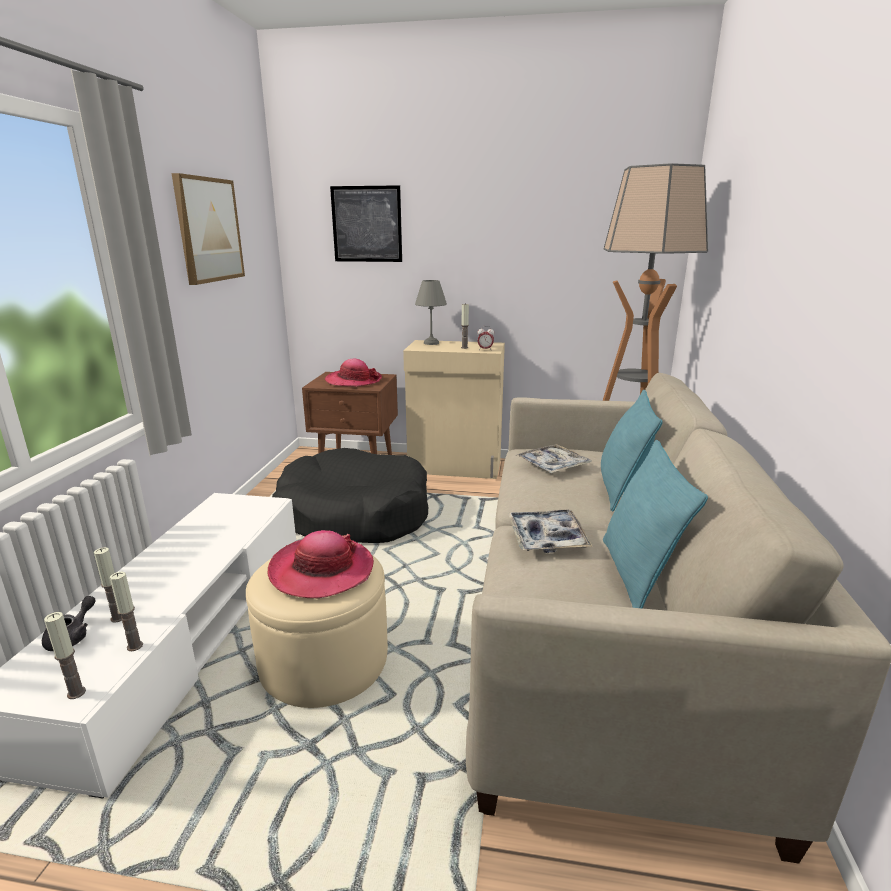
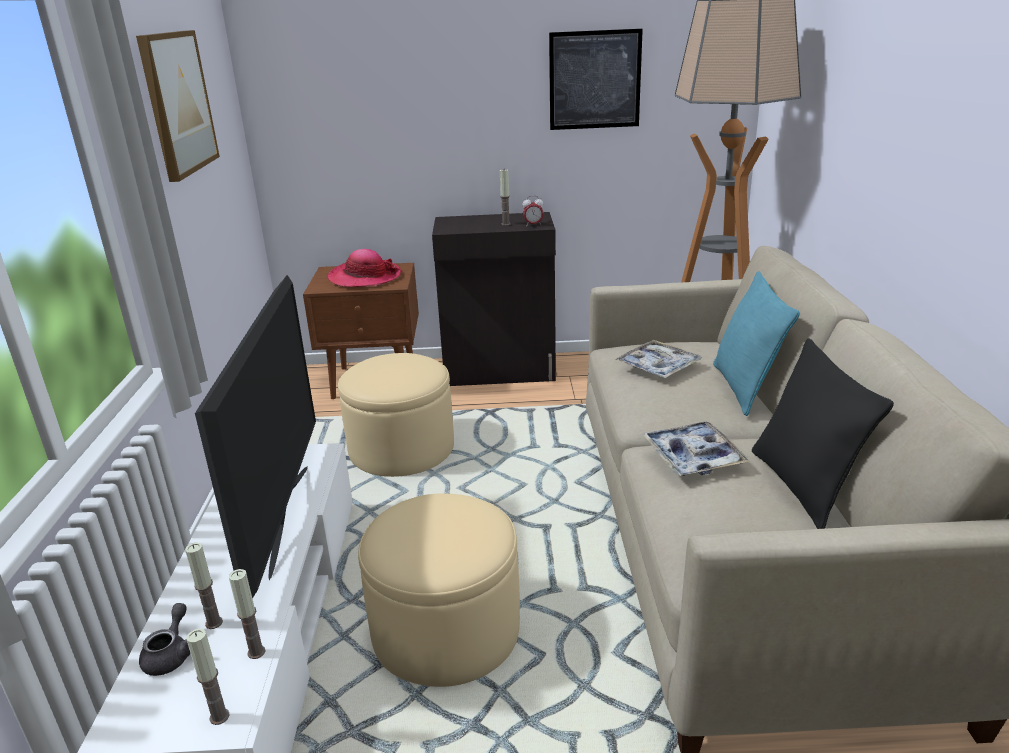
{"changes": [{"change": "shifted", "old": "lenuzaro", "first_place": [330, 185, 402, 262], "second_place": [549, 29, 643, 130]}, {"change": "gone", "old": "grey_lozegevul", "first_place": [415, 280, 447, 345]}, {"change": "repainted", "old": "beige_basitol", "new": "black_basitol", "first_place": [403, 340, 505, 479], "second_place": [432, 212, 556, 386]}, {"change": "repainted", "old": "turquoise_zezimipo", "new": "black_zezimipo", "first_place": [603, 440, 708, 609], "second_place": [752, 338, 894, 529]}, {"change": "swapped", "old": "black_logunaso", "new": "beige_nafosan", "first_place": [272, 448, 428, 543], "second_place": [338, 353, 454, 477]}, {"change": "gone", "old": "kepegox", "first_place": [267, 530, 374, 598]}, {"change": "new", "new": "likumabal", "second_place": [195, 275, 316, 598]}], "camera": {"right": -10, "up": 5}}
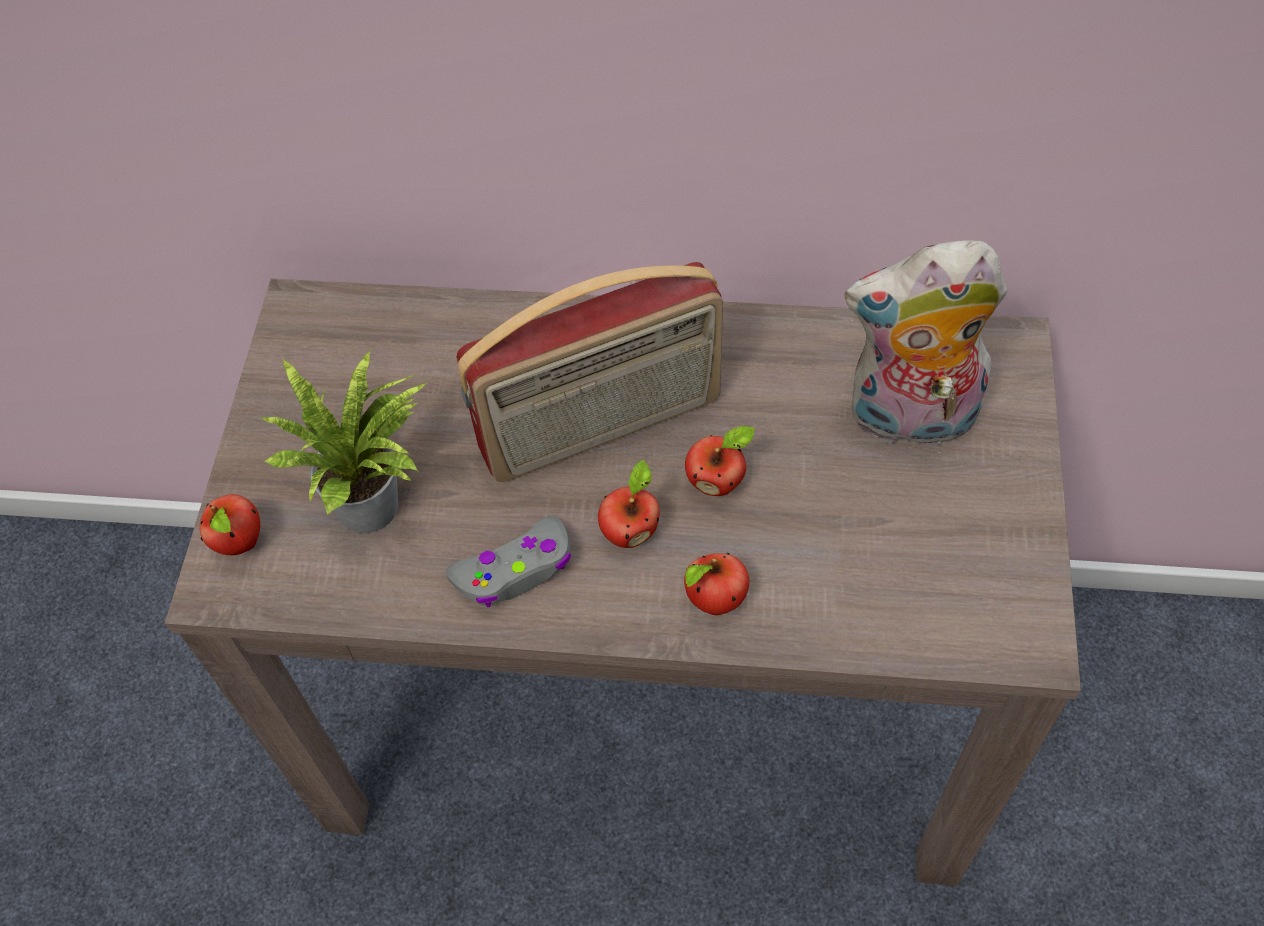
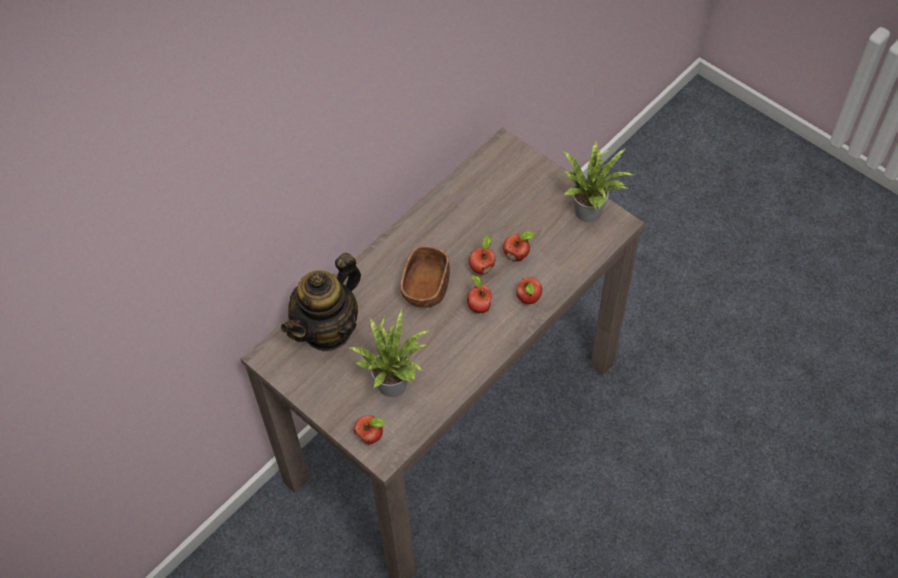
{"changes": [{"change": "gone", "old": "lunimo", "first_place": [844, 240, 1007, 454]}, {"change": "swapped", "old": "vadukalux", "new": "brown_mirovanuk", "first_place": [456, 262, 723, 482], "second_place": [400, 246, 450, 308]}, {"change": "gone", "old": "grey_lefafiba", "first_place": [446, 516, 571, 607]}, {"change": "new", "new": "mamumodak", "second_place": [563, 141, 634, 222]}, {"change": "new", "new": "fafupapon", "second_place": [503, 231, 535, 261]}, {"change": "new", "new": "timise", "second_place": [281, 253, 361, 352]}], "camera": {"right": -55, "up": 0}}
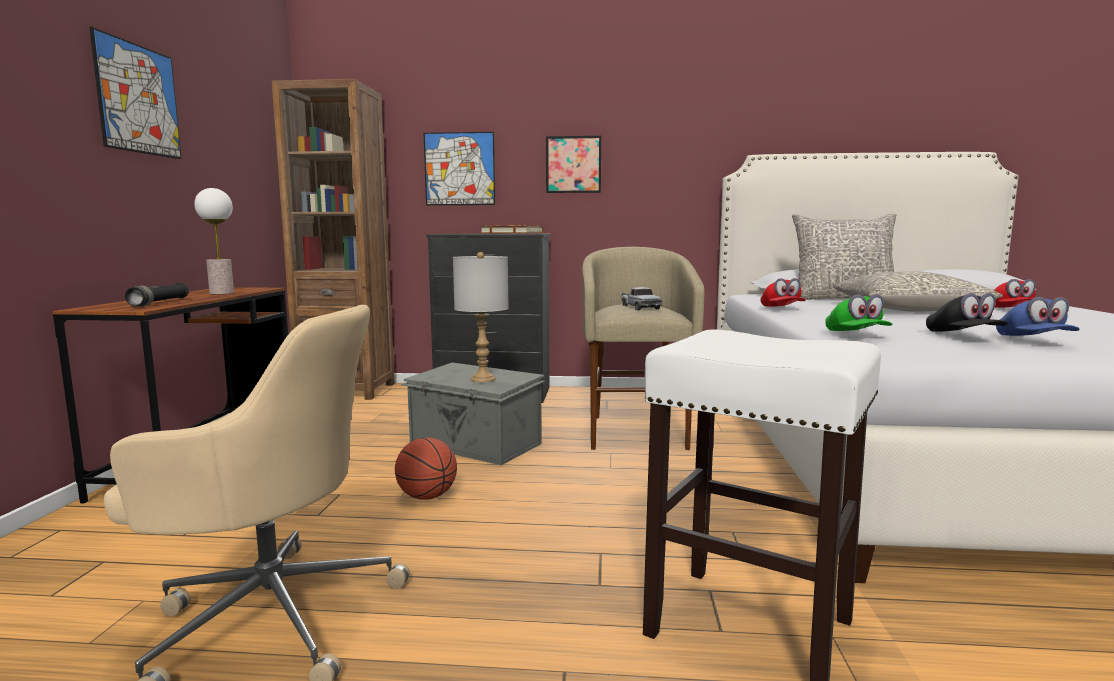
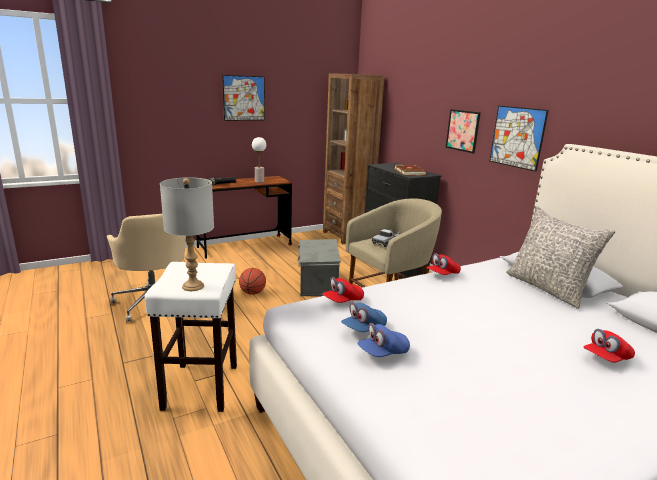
{"changes": [{"change": "shifted", "old": "lenuzaro", "first_place": [423, 132, 495, 205], "second_place": [490, 106, 549, 172]}, {"change": "shifted", "old": "grey_lozegevul", "first_place": [453, 252, 509, 382], "second_place": [160, 177, 214, 291]}, {"change": "gone", "old": "grey_zezimipo", "first_place": [833, 271, 1003, 312]}, {"change": "repainted", "old": "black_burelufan", "new": "blue_burelufan", "first_place": [926, 293, 1008, 332], "second_place": [341, 302, 387, 332]}, {"change": "repainted", "old": "green_burelufan", "new": "red_burelufan", "first_place": [825, 294, 892, 331], "second_place": [322, 277, 364, 303]}], "camera": {"right": 55, "up": 10}}
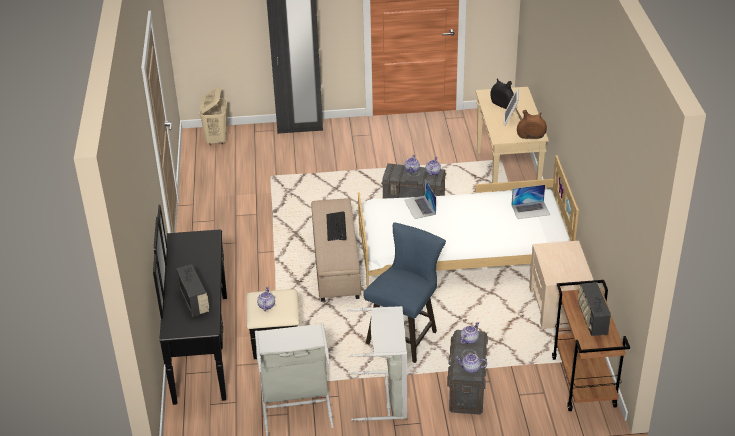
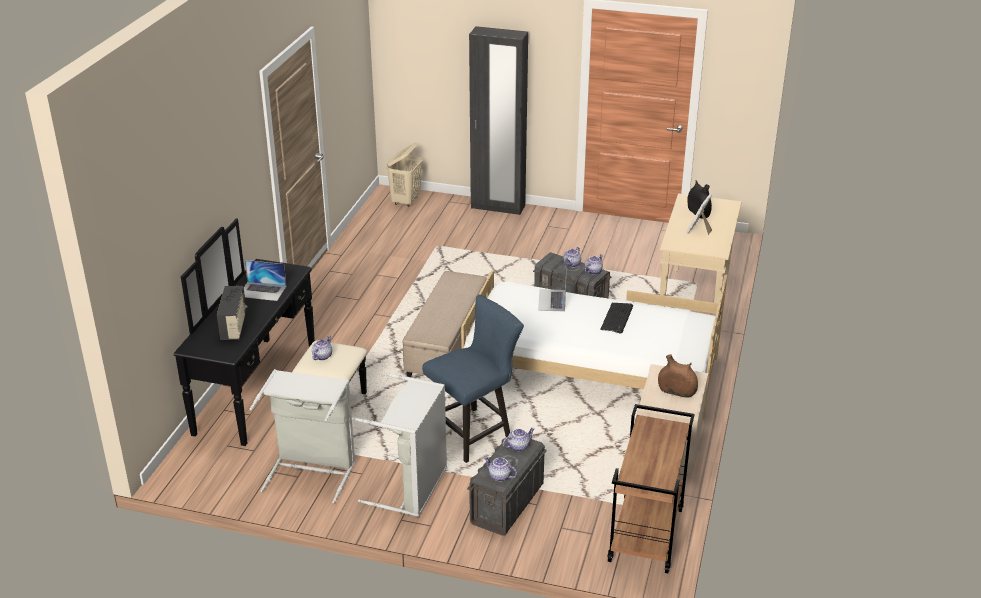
{"changes": [{"change": "shifted", "old": "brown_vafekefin", "first_place": [517, 110, 547, 139], "second_place": [658, 354, 698, 397]}, {"change": "shifted", "old": "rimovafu", "first_place": [511, 185, 550, 219], "second_place": [244, 260, 286, 301]}, {"change": "shifted", "old": "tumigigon", "first_place": [326, 212, 347, 241], "second_place": [600, 303, 633, 334]}, {"change": "gone", "old": "vadukalux", "first_place": [578, 282, 611, 336]}], "camera": {"right": 20, "up": -5}}
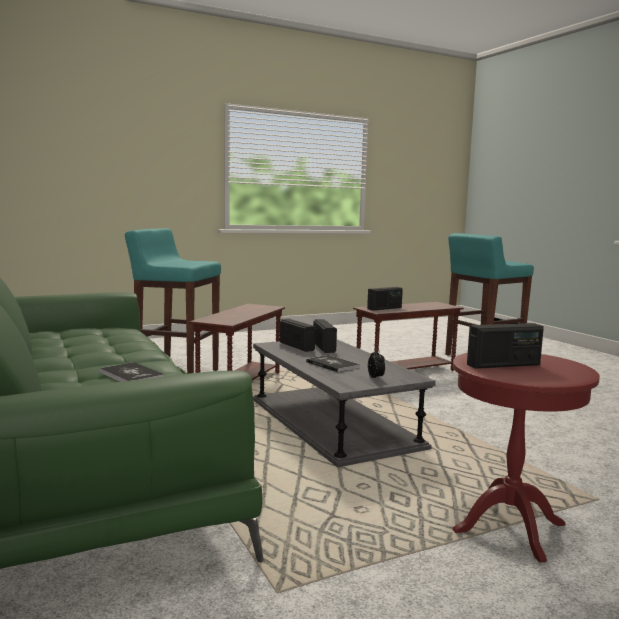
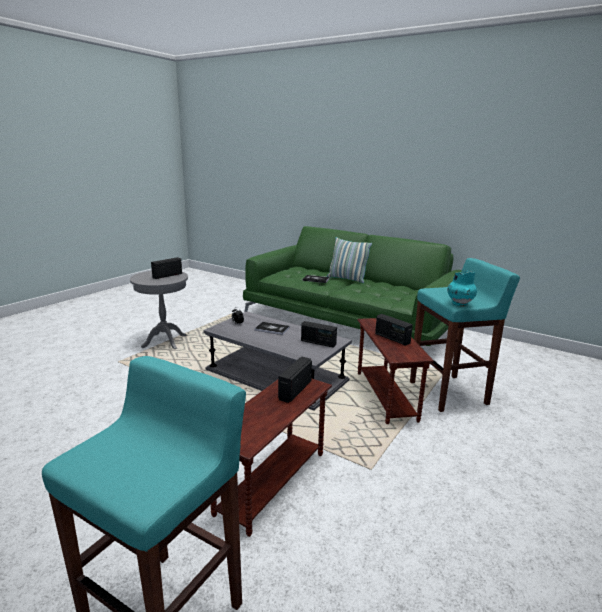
{"changes": [{"change": "shifted", "old": "vadukalux", "first_place": [313, 319, 337, 353], "second_place": [375, 314, 413, 346]}, {"change": "repainted", "old": "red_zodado", "new": "grey_zodado", "first_place": [452, 353, 600, 562], "second_place": [130, 271, 188, 349]}, {"change": "new", "new": "zezimipo", "second_place": [327, 237, 372, 283]}, {"change": "new", "new": "turquoise_vafekefin", "second_place": [447, 271, 477, 306]}], "camera": {"right": 150, "up": 10}}
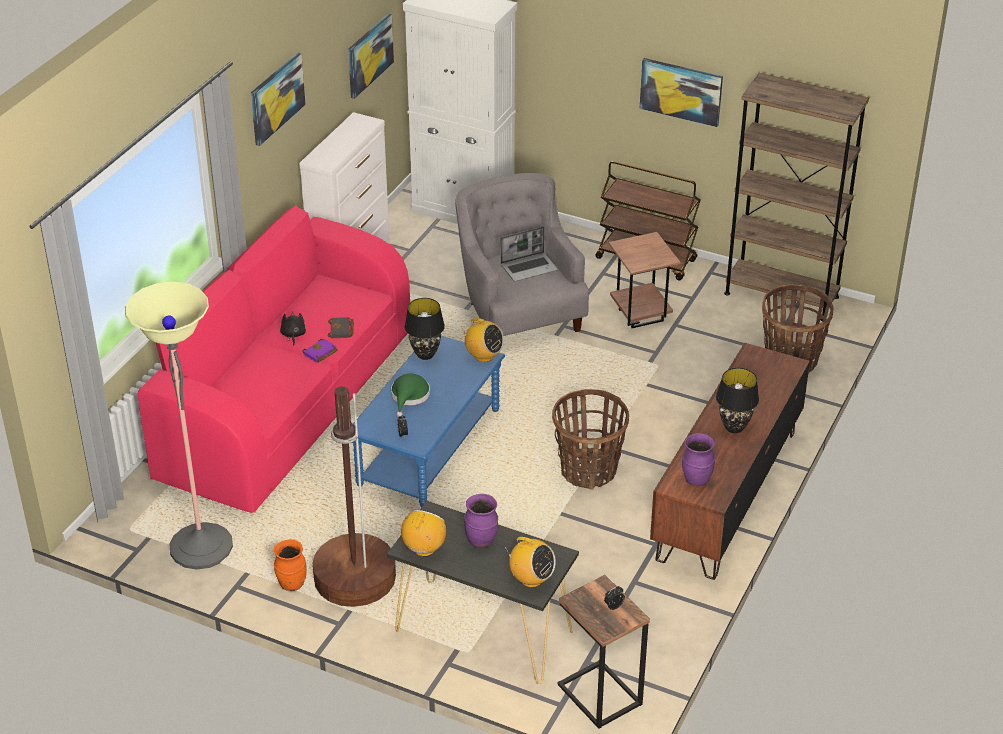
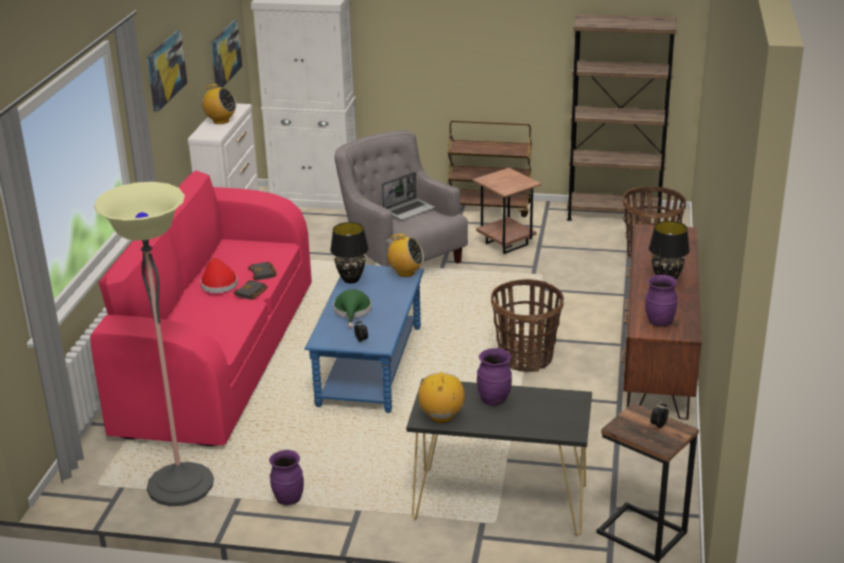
{"changes": [{"change": "gone", "old": "lenuzaro", "first_place": [640, 58, 723, 127]}, {"change": "swapped", "old": "black_lunimo", "new": "red_kepegox", "first_place": [280, 311, 306, 346], "second_place": [201, 258, 238, 293]}, {"change": "repainted", "old": "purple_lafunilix", "new": "black_lafunilix", "first_place": [302, 339, 338, 362], "second_place": [234, 280, 268, 300]}, {"change": "gone", "old": "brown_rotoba", "first_place": [313, 386, 396, 607]}, {"change": "shifted", "old": "vadukalux", "first_place": [505, 537, 556, 588], "second_place": [200, 84, 237, 124]}, {"change": "repainted", "old": "orange_vafekefin", "new": "purple_vafekefin", "first_place": [274, 539, 307, 591], "second_place": [269, 450, 304, 505]}], "camera": {"right": -15, "up": -10}}
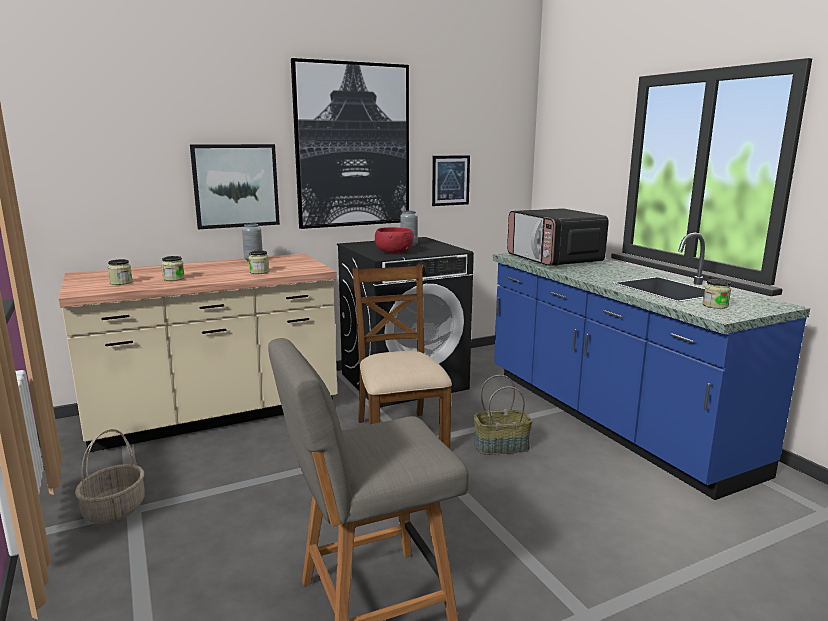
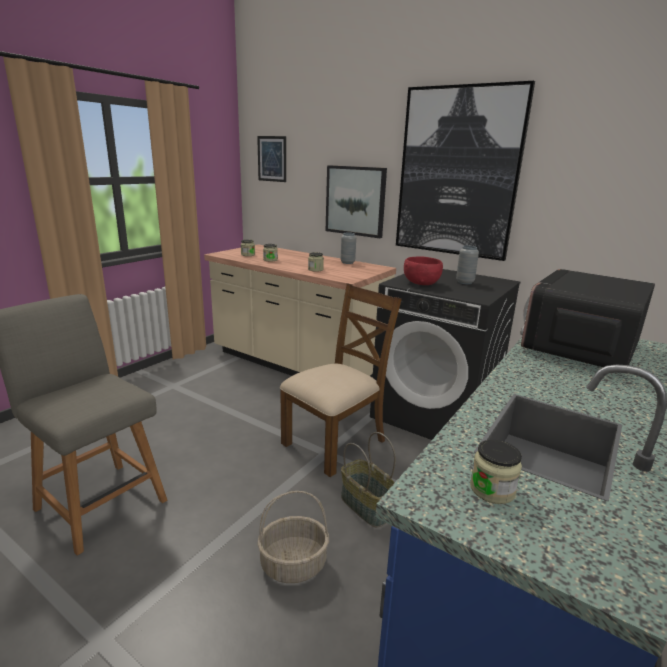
{"changes": [{"change": "shifted", "old": "lenuzaro", "first_place": [432, 155, 470, 206], "second_place": [257, 136, 286, 182]}, {"change": "shifted", "old": "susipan", "first_place": [75, 429, 144, 524], "second_place": [257, 491, 329, 583]}], "camera": {"right": 60, "up": 5}}
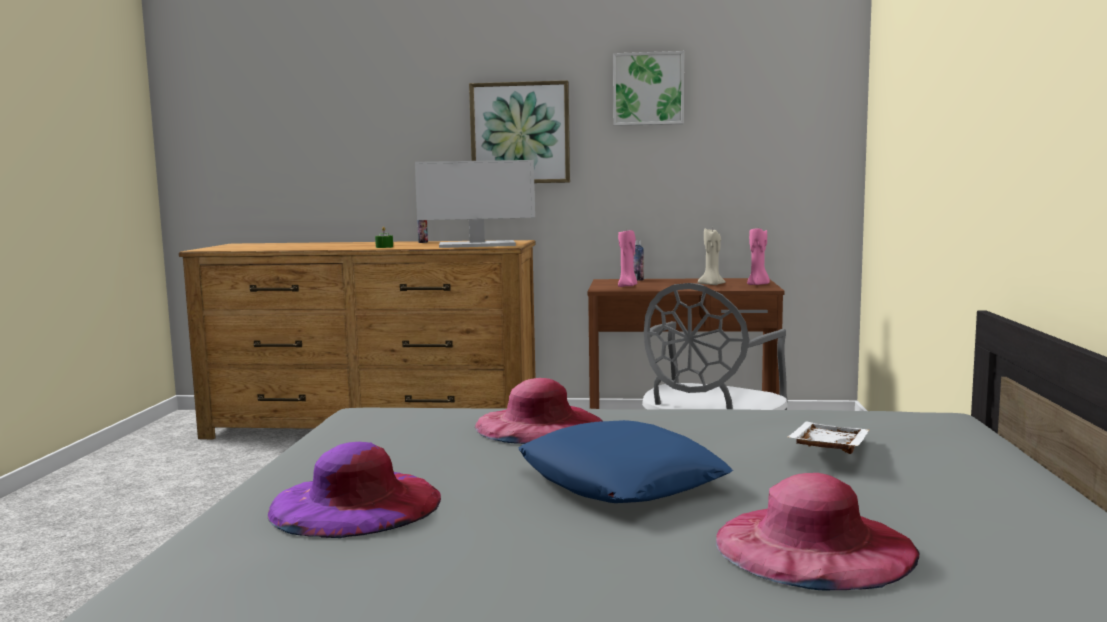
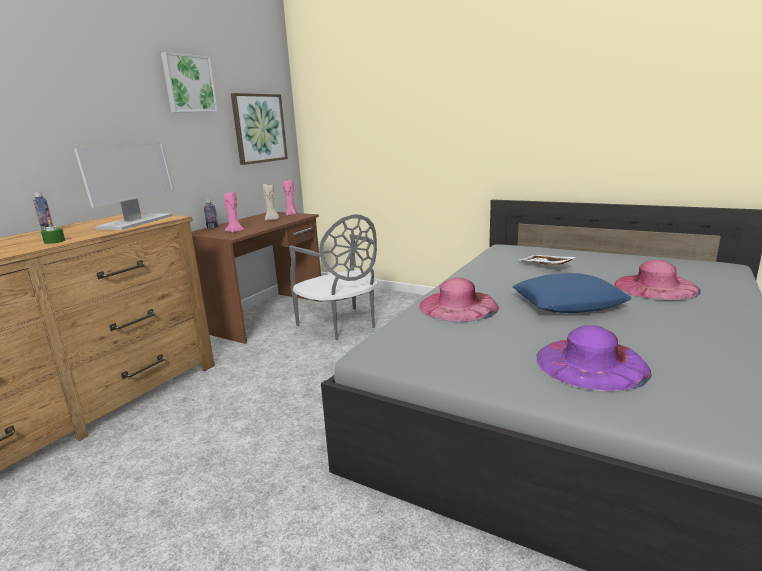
{"changes": [{"change": "shifted", "old": "lenuzaro", "first_place": [469, 80, 570, 183], "second_place": [231, 93, 288, 165]}], "camera": {"right": -65, "up": 10}}
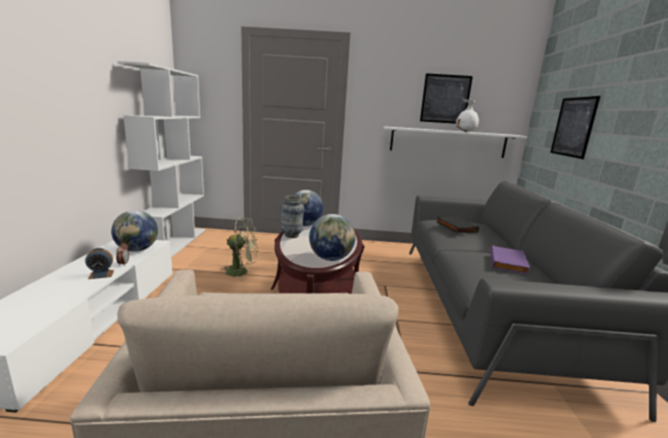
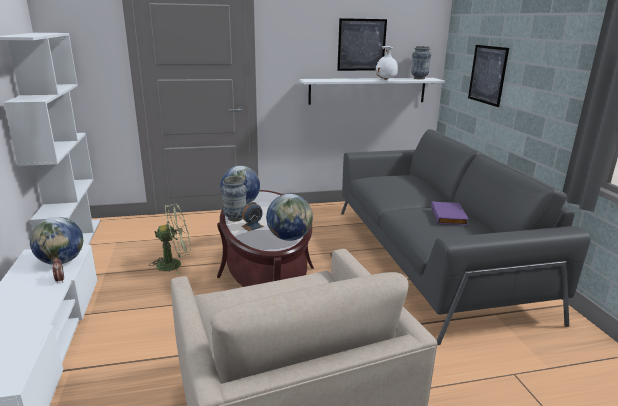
{"changes": [{"change": "gone", "old": "black_lafunilix", "first_place": [436, 216, 479, 233]}, {"change": "shifted", "old": "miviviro", "first_place": [85, 248, 114, 279], "second_place": [241, 202, 264, 231]}, {"change": "new", "new": "vafekefin", "second_place": [411, 46, 431, 79]}], "camera": {"right": -15, "up": 5}}
